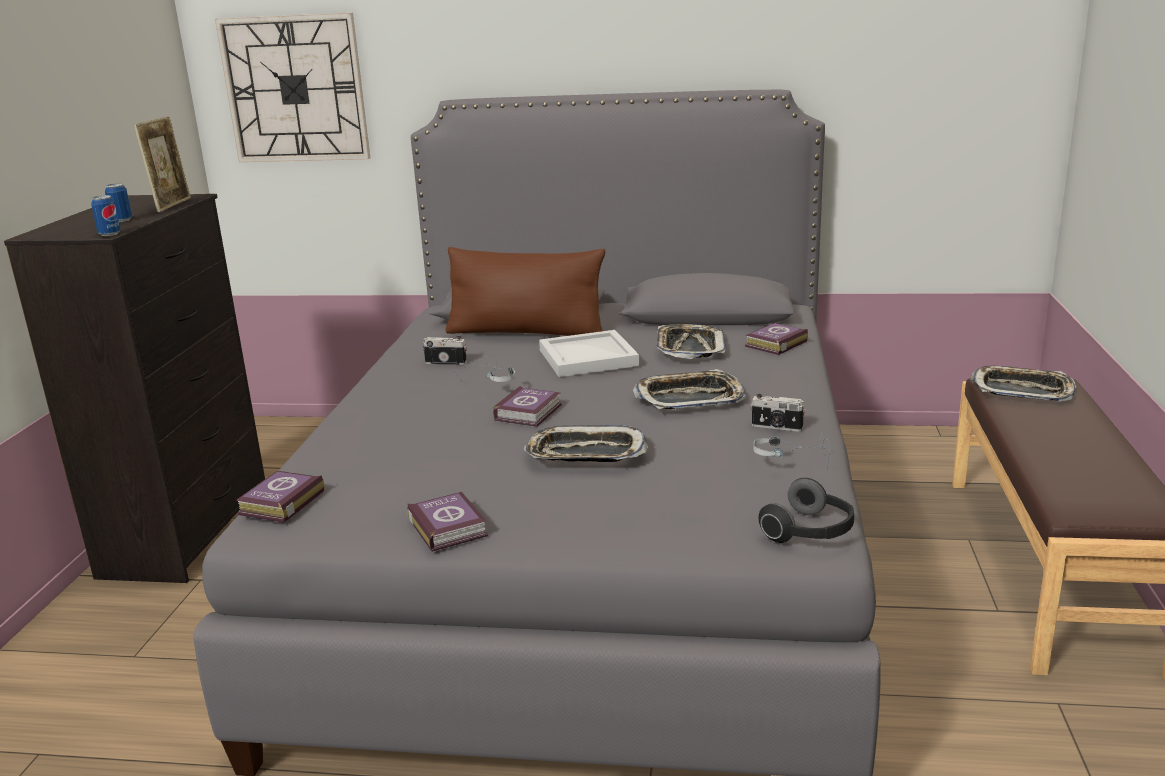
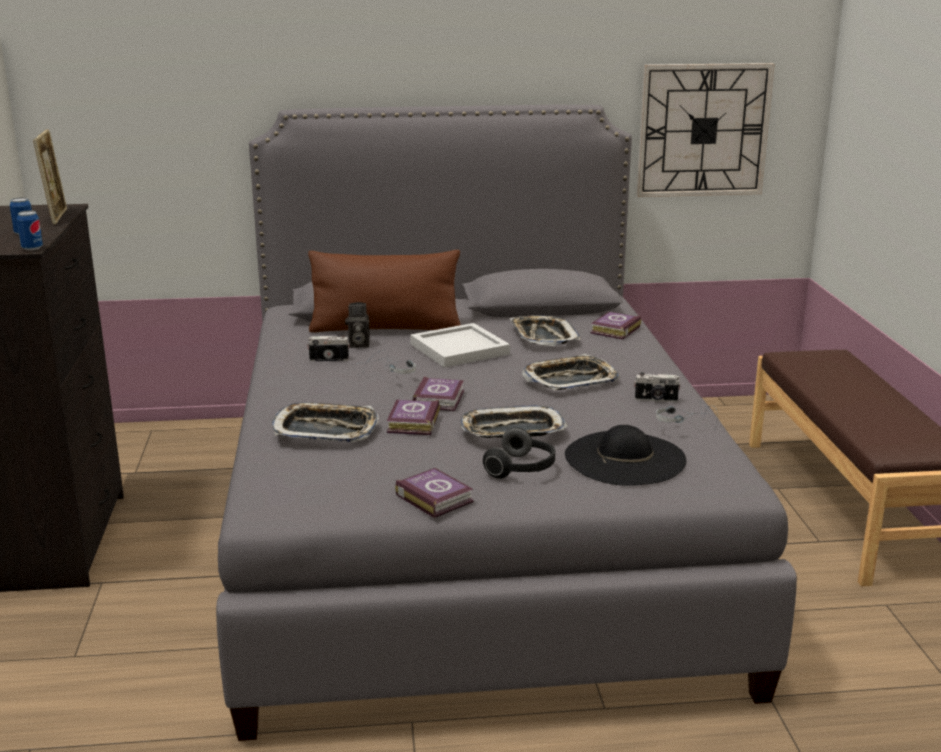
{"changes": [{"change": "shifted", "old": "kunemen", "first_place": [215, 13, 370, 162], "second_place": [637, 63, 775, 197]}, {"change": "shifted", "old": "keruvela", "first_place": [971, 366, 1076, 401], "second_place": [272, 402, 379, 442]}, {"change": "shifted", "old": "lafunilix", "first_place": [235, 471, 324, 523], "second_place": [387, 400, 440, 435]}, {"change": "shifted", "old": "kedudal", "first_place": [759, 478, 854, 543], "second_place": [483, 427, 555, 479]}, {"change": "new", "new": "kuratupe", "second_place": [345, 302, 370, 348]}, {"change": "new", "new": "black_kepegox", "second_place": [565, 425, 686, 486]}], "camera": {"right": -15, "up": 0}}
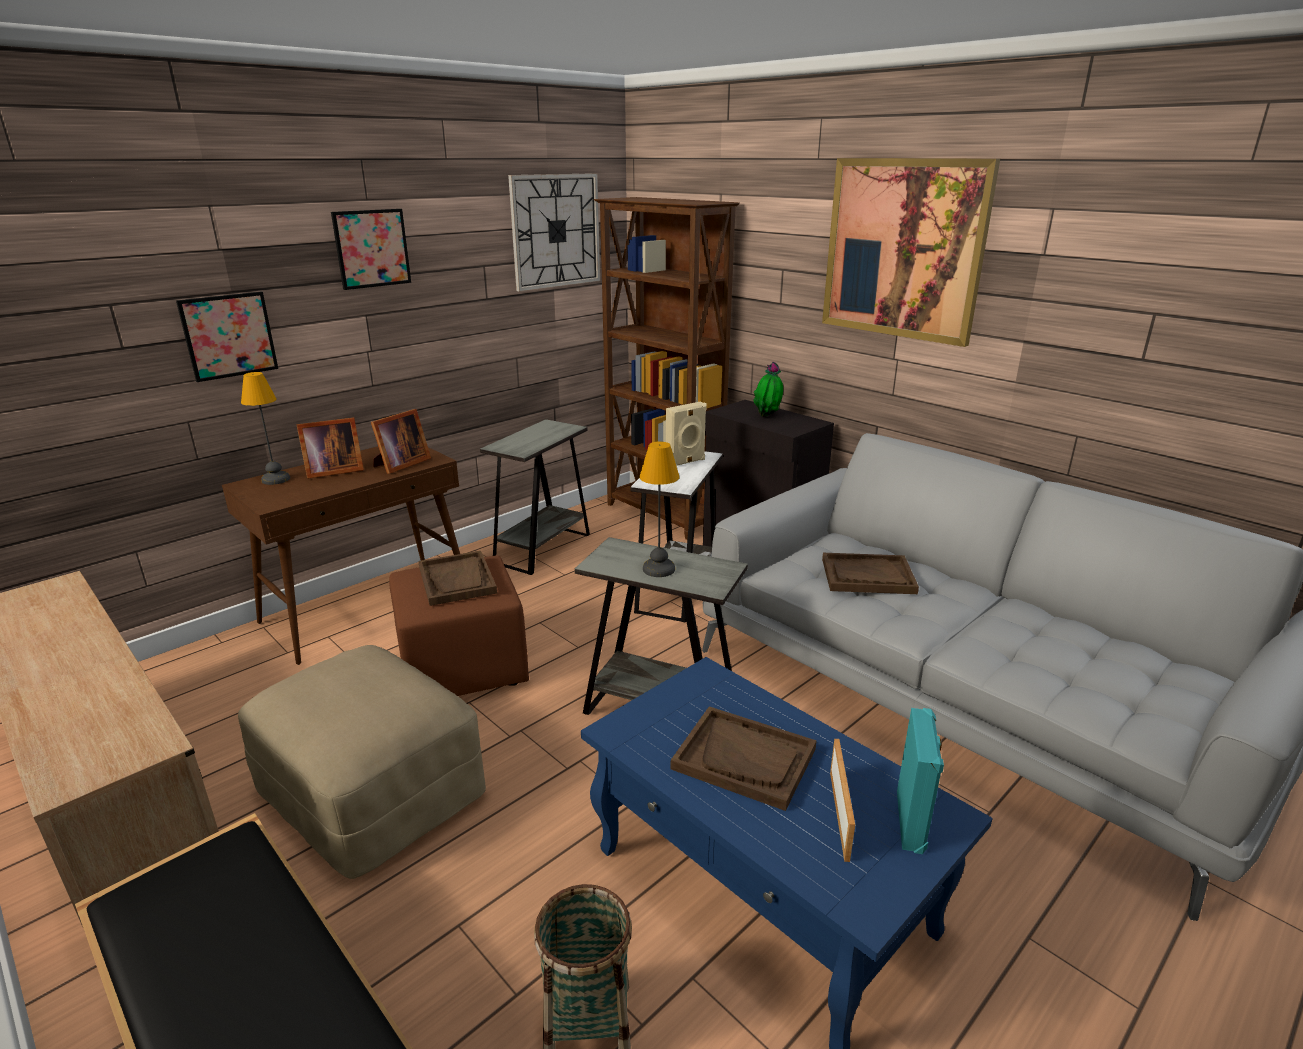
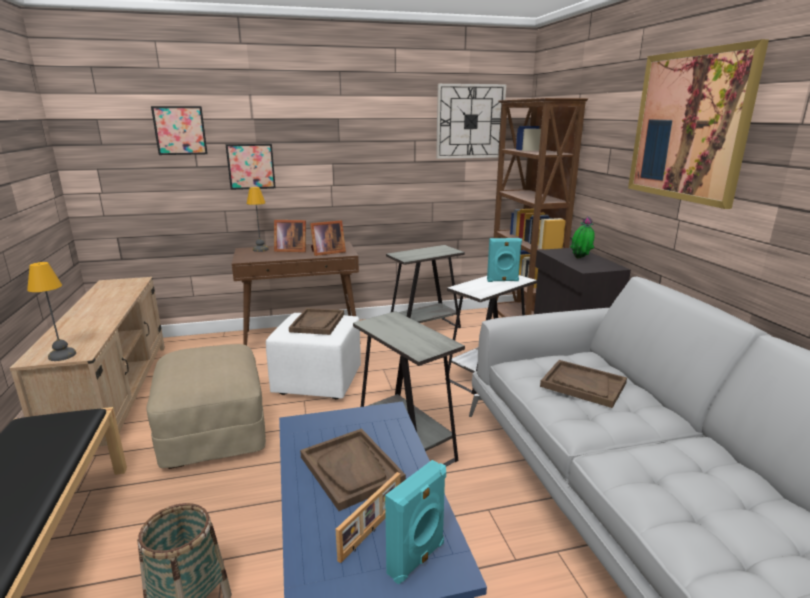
{"changes": [{"change": "shifted", "old": "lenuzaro", "first_place": [331, 209, 411, 290], "second_place": [151, 106, 208, 155]}, {"change": "repainted", "old": "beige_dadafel", "new": "turquoise_dadafel", "first_place": [666, 402, 707, 466], "second_place": [487, 238, 522, 282]}, {"change": "shifted", "old": "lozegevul", "first_place": [639, 442, 680, 577], "second_place": [27, 262, 76, 361]}, {"change": "repainted", "old": "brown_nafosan", "new": "white_nafosan", "first_place": [389, 555, 529, 696], "second_place": [266, 313, 361, 399]}], "camera": {"right": 30, "up": -5}}
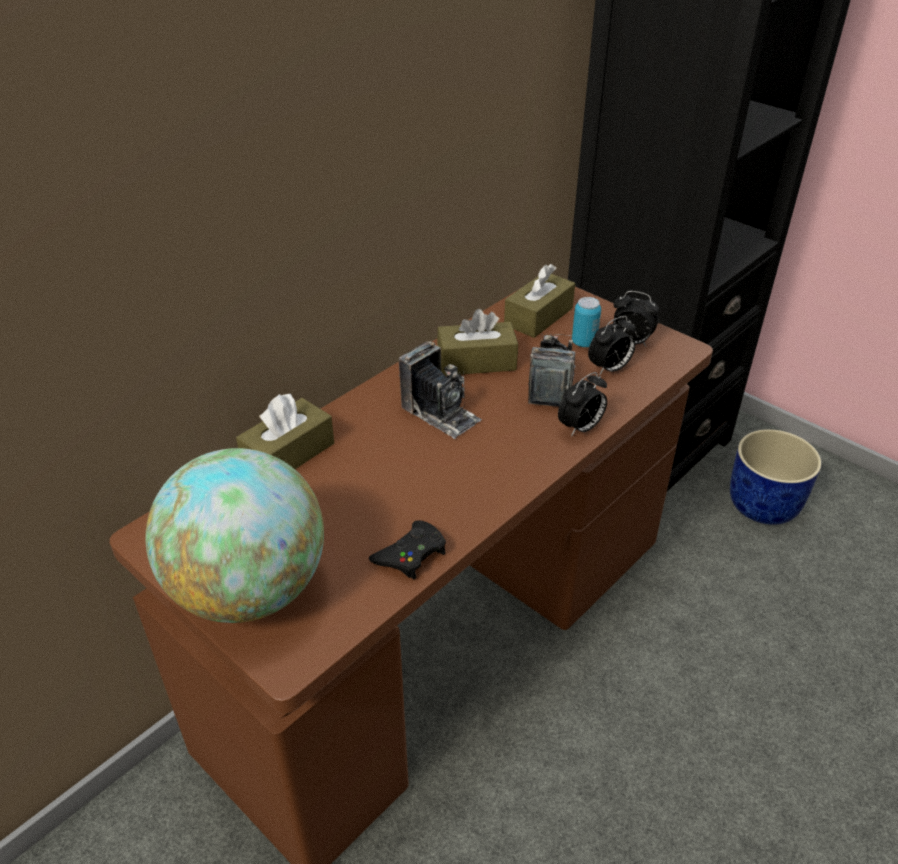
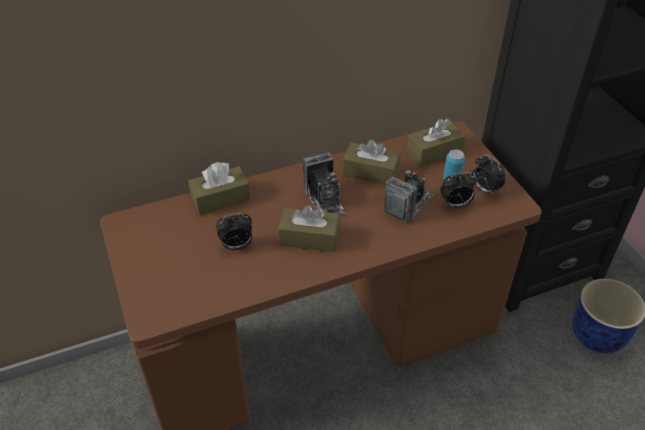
{"changes": [{"change": "shifted", "old": "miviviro", "first_place": [558, 372, 607, 437], "second_place": [216, 213, 252, 250]}, {"change": "gone", "old": "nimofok", "first_place": [145, 448, 324, 623]}, {"change": "gone", "old": "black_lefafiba", "first_place": [369, 520, 446, 579]}, {"change": "new", "new": "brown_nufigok", "second_place": [278, 205, 340, 252]}], "camera": {"right": 25, "up": 5}}
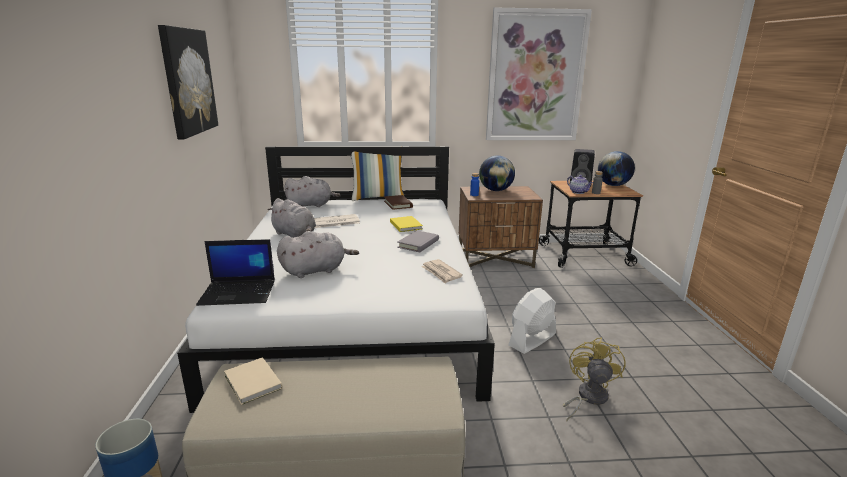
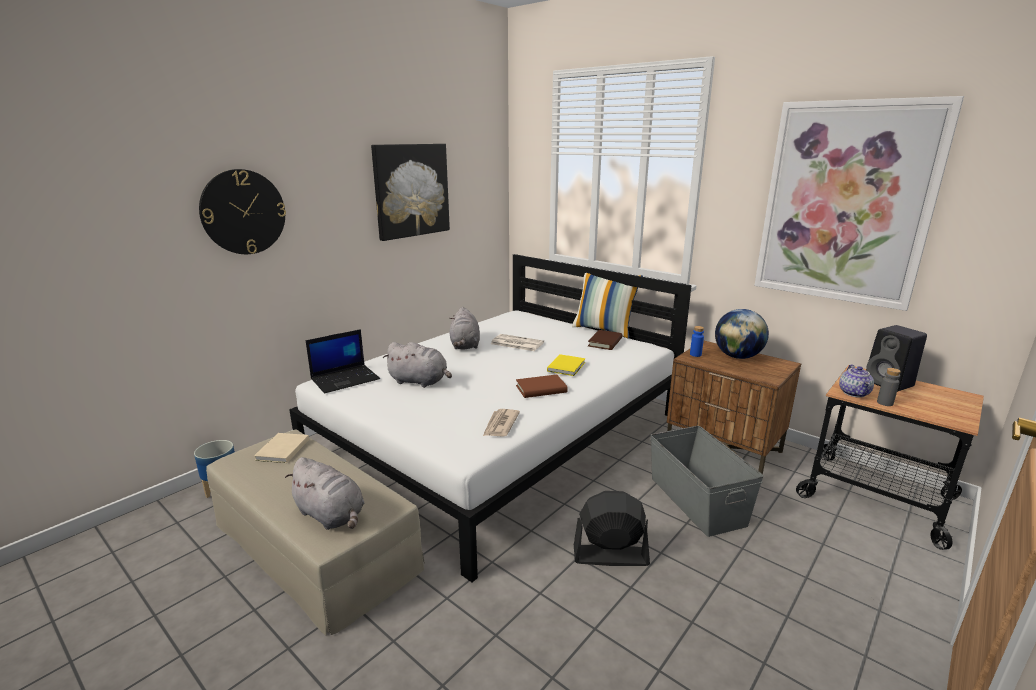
{"changes": [{"change": "gone", "old": "nimofok", "first_place": [598, 151, 635, 186]}, {"change": "shifted", "old": "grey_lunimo", "first_place": [284, 176, 341, 207], "second_place": [285, 457, 364, 530]}, {"change": "repainted", "old": "grey_lafunilix", "new": "brown_lafunilix", "first_place": [397, 230, 439, 252], "second_place": [516, 374, 568, 398]}, {"change": "rotated", "old": "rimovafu", "first_place": [196, 239, 275, 306], "second_place": [306, 329, 380, 393], "degrees": -75}, {"change": "repainted", "old": "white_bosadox", "new": "black_bosadox", "first_place": [508, 288, 556, 354], "second_place": [574, 491, 650, 566]}, {"change": "gone", "old": "yellow_bosadox", "first_place": [563, 337, 626, 421]}, {"change": "new", "new": "kunemen", "second_place": [199, 169, 286, 254]}, {"change": "new", "new": "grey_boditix", "second_place": [650, 426, 764, 537]}], "camera": {"right": 45, "up": 0}}
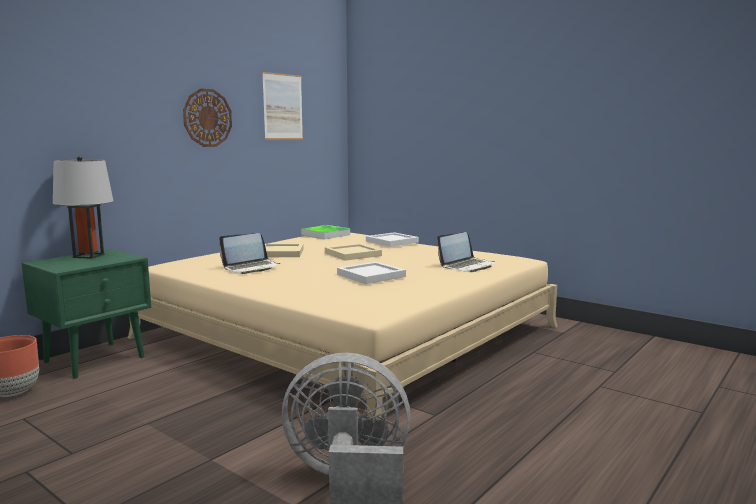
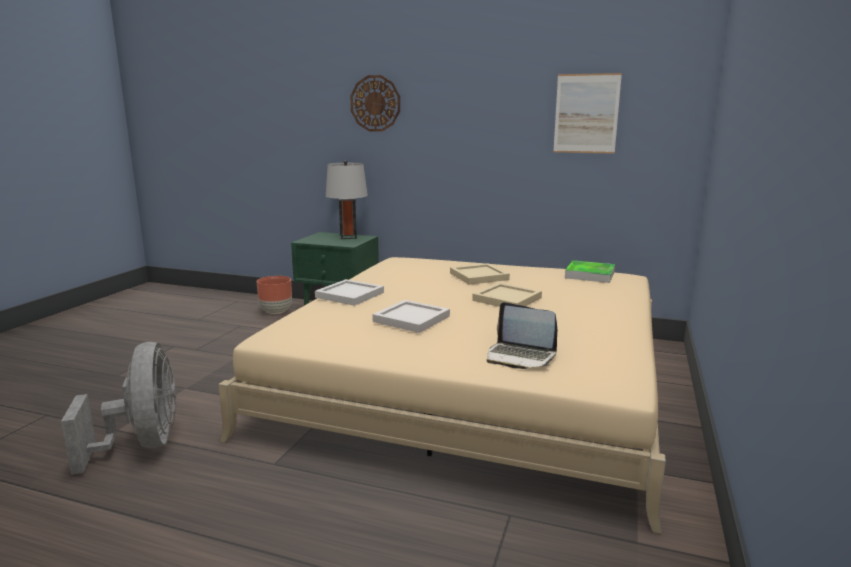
{"changes": [{"change": "shifted", "old": "kunemen", "first_place": [183, 89, 232, 147], "second_place": [350, 75, 400, 132]}, {"change": "shifted", "old": "white_keruvela", "first_place": [366, 232, 419, 247], "second_place": [315, 279, 384, 306]}, {"change": "gone", "old": "rimovafu", "first_place": [219, 233, 280, 274]}], "camera": {"right": 70, "up": 5}}
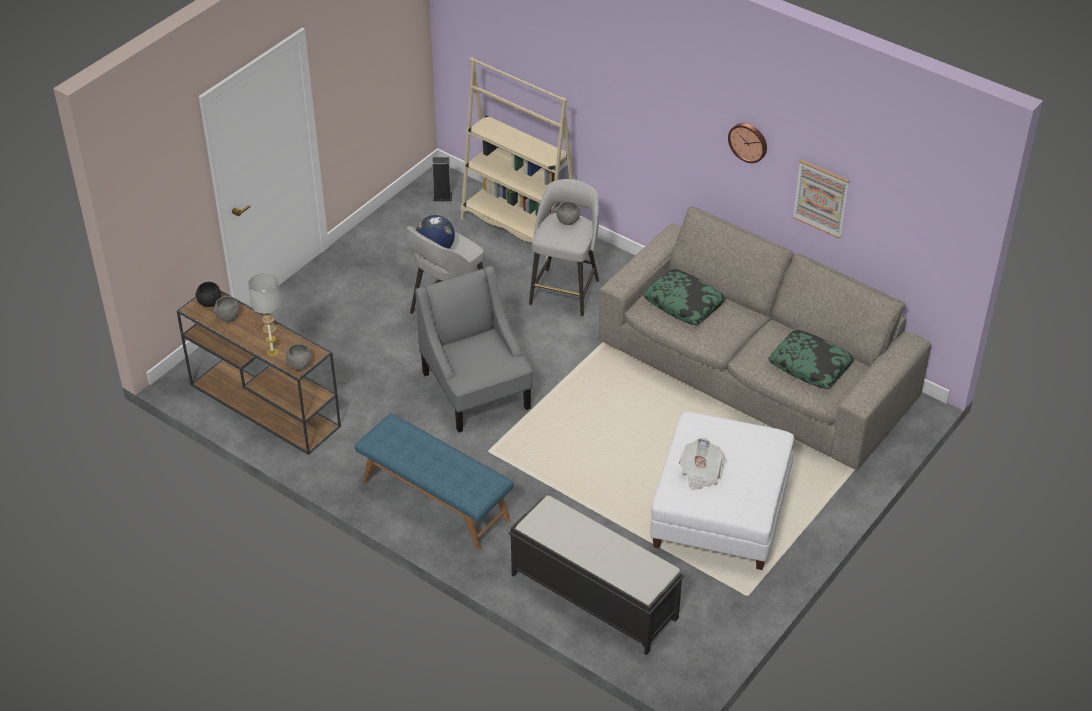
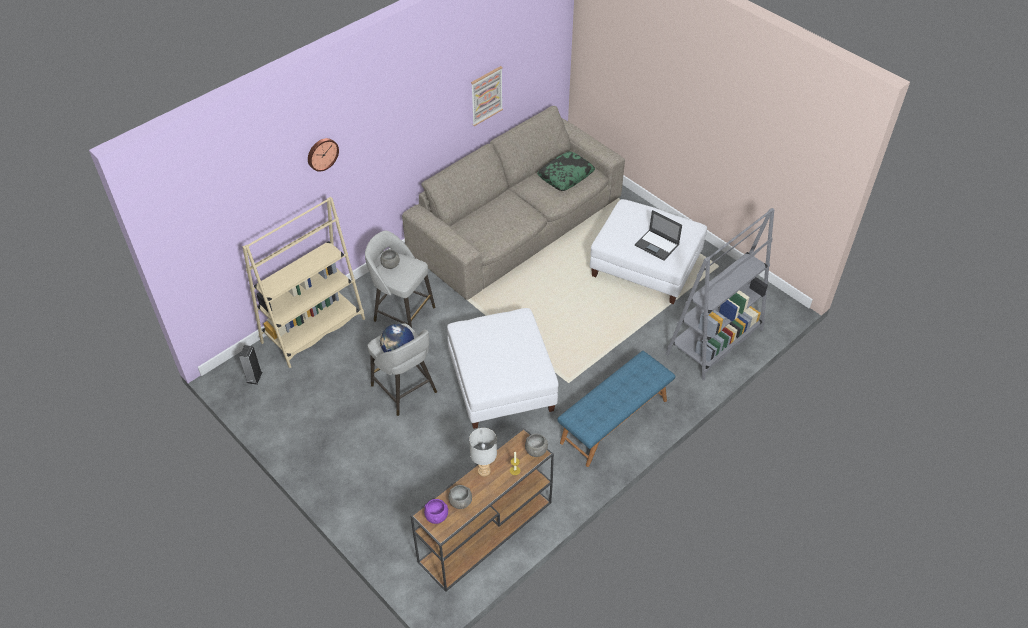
{"changes": [{"change": "shifted", "old": "kunemen", "first_place": [728, 123, 767, 163], "second_place": [308, 138, 339, 172]}, {"change": "swapped", "old": "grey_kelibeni", "new": "white_nafosan", "first_place": [415, 266, 533, 433], "second_place": [447, 308, 558, 429]}, {"change": "gone", "old": "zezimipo", "first_place": [643, 269, 726, 325]}, {"change": "repainted", "old": "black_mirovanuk", "new": "purple_mirovanuk", "first_place": [195, 282, 221, 307], "second_place": [424, 499, 448, 524]}, {"change": "swapped", "old": "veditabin", "new": "rimovafu", "first_place": [679, 438, 724, 490], "second_place": [635, 210, 682, 261]}, {"change": "swapped", "old": "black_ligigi", "new": "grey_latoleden", "first_place": [509, 495, 684, 655], "second_place": [665, 208, 774, 380]}], "camera": {"right": -80, "up": 5}}
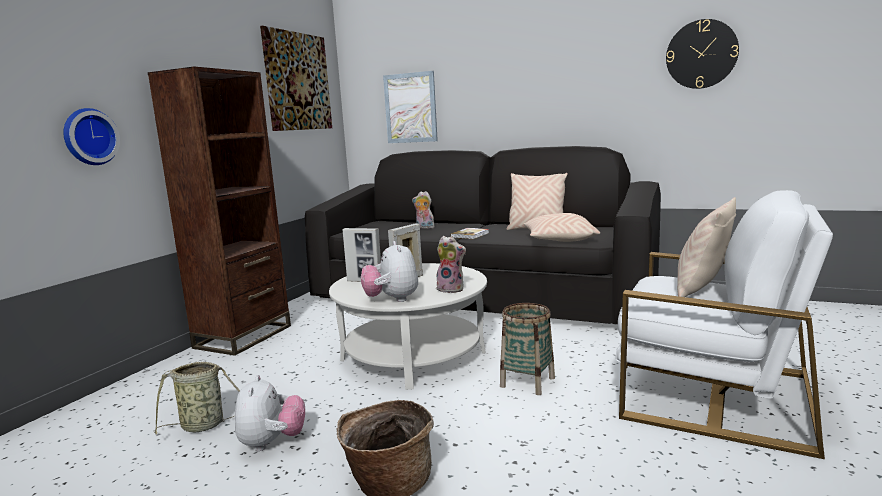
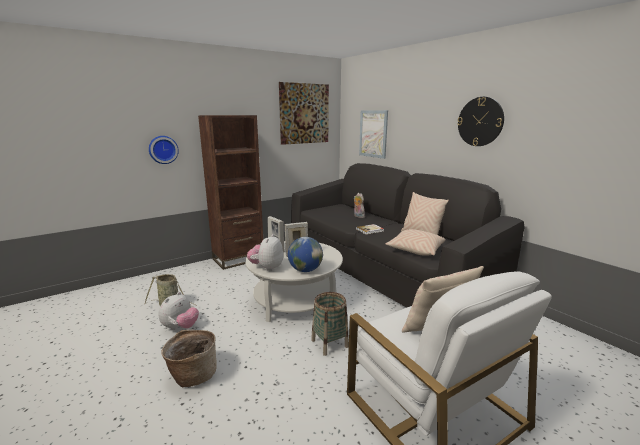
{"changes": [{"change": "shifted", "old": "kunemen", "first_place": [666, 19, 739, 89], "second_place": [457, 97, 504, 146]}, {"change": "swapped", "old": "lunimo", "new": "nimofok", "first_place": [437, 236, 466, 293], "second_place": [288, 237, 323, 272]}], "camera": {"right": 30, "up": 5}}
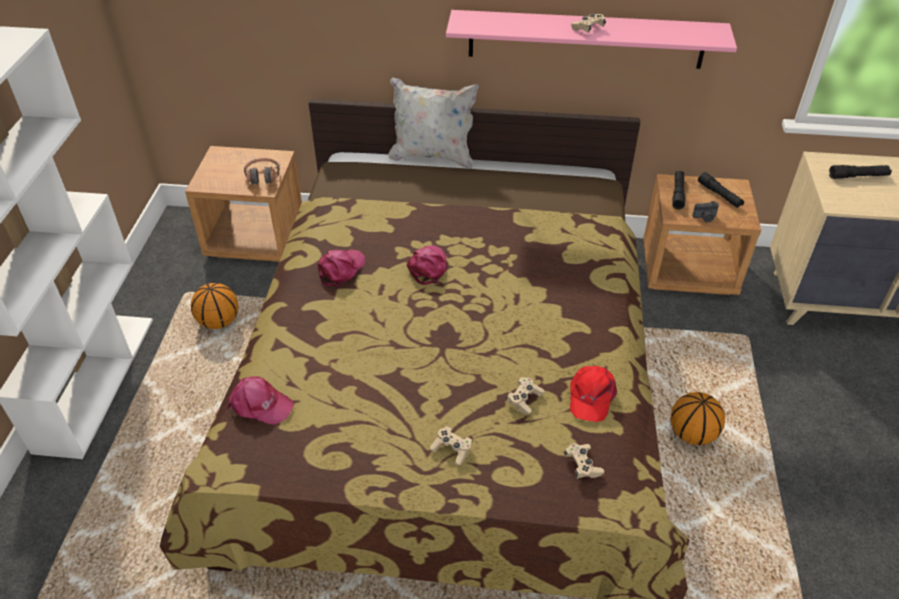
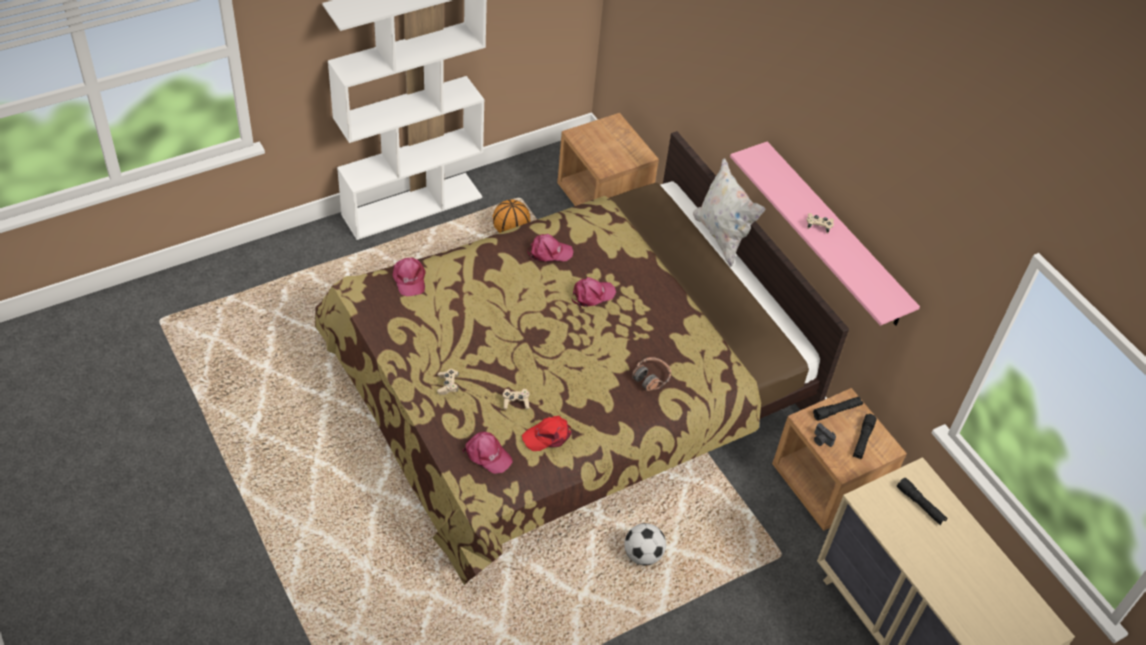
{"changes": [{"change": "shifted", "old": "kedudal", "first_place": [244, 158, 280, 185], "second_place": [632, 357, 671, 391]}, {"change": "swapped", "old": "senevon", "new": "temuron", "first_place": [671, 392, 725, 445], "second_place": [624, 523, 666, 565]}, {"change": "swapped", "old": "beige_lefafiba", "new": "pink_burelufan", "first_place": [564, 443, 604, 479], "second_place": [462, 432, 513, 474]}], "camera": {"right": 50, "up": 5}}
